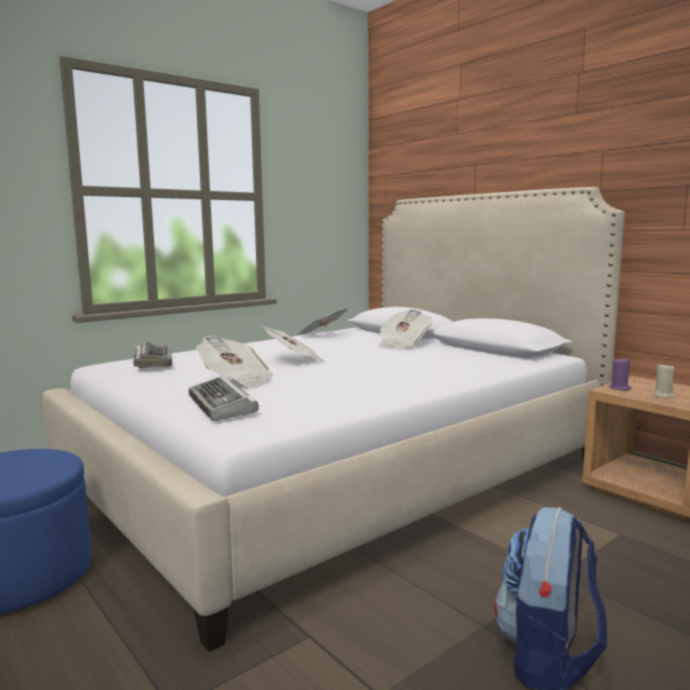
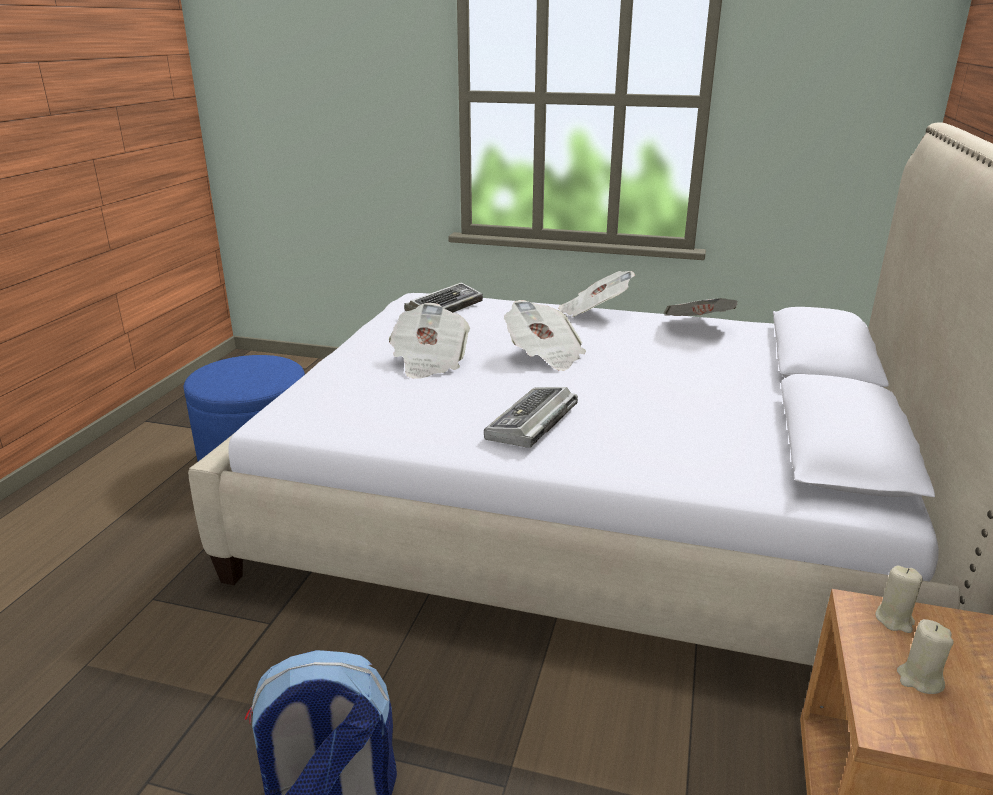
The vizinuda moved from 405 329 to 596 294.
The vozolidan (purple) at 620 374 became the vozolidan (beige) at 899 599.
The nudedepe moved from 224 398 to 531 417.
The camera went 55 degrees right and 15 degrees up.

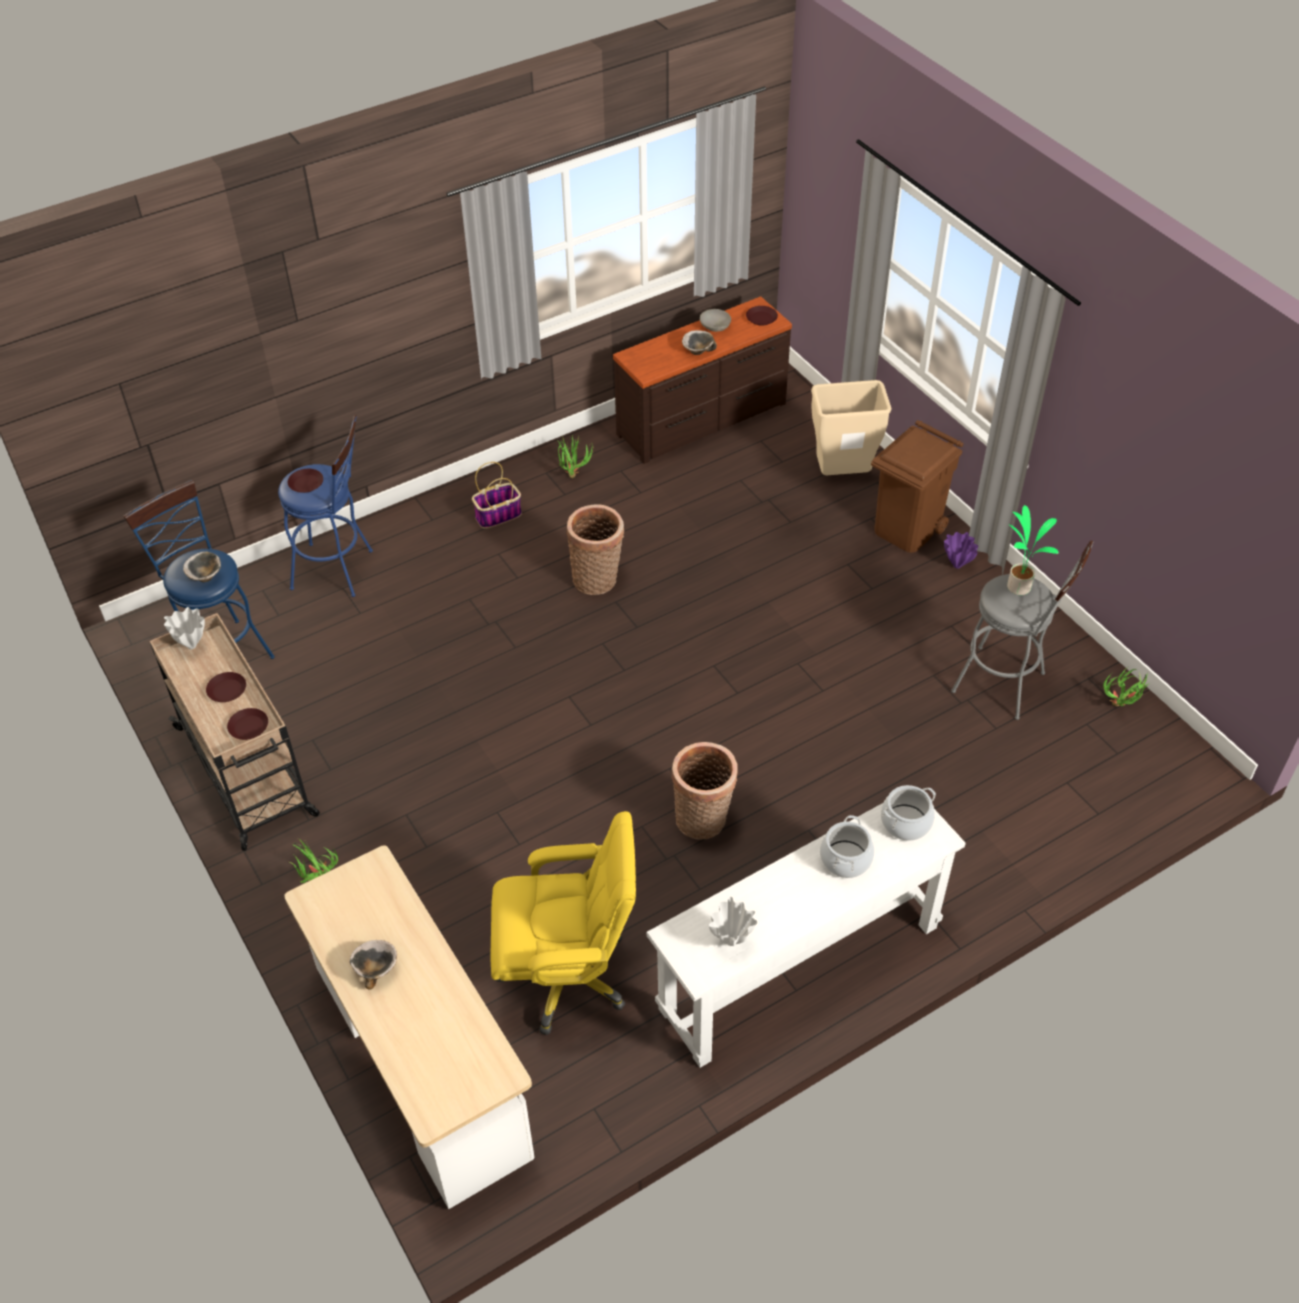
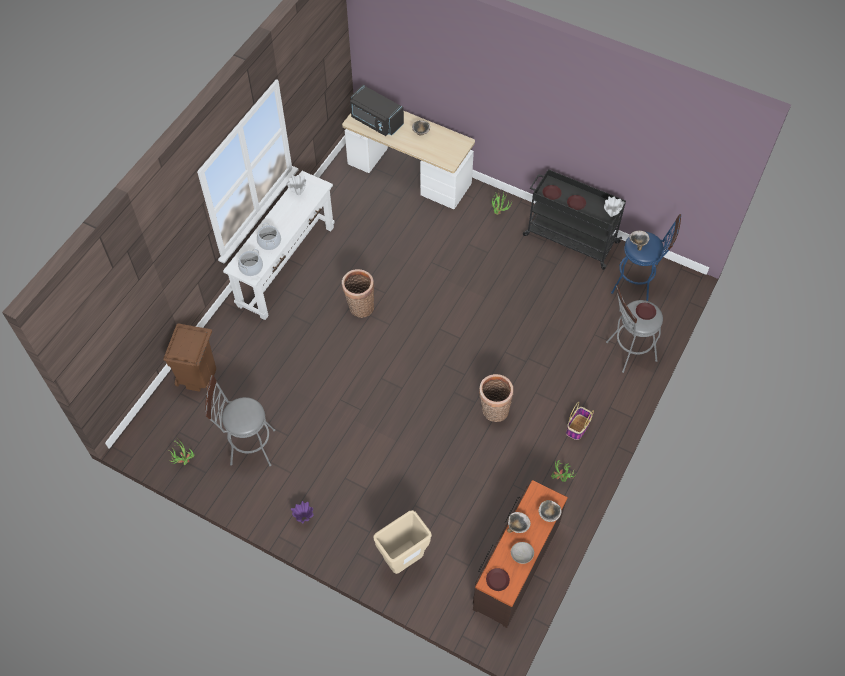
The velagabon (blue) at 325 506 became the velagabon (grey) at 634 329.
The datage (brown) moved from 917 486 to 189 358.
The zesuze at 1033 550 disappeared.
The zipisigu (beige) at 234 732 became the zipisigu (black) at 574 219.
The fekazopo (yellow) at 563 923 disappeared.
The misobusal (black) at 377 110 appeared.
The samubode at 549 511 appeared.
The camera went 150 degrees right and 10 degrees up.

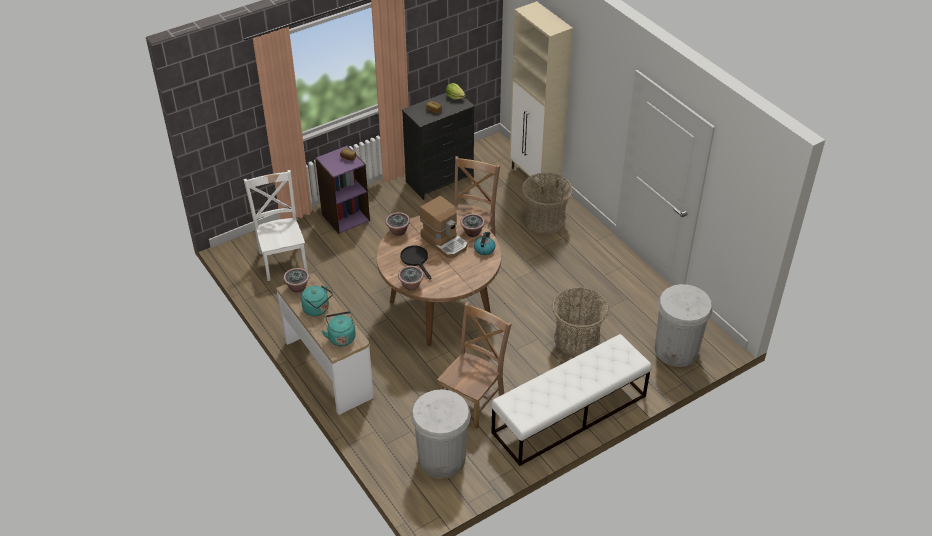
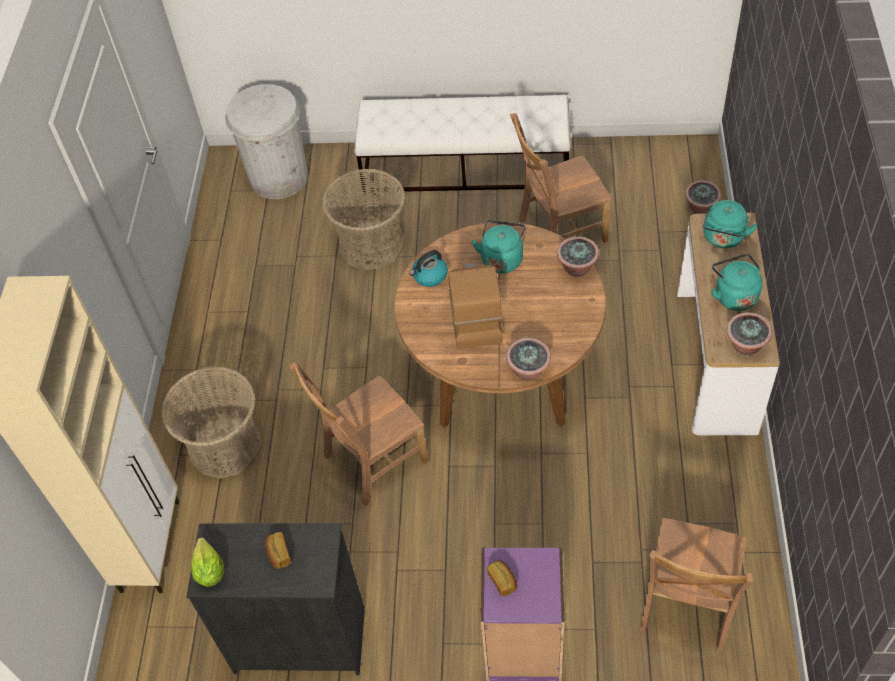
The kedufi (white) at 275 225 became the kedufi (brown) at 696 584.
The zesuze moved from 472 225 to 703 197.
The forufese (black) at 416 263 disappeared.
The datage (white) at 441 433 disappeared.
The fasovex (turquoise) at 498 246 appeared.
The camera went 140 degrees left and 10 degrees up.

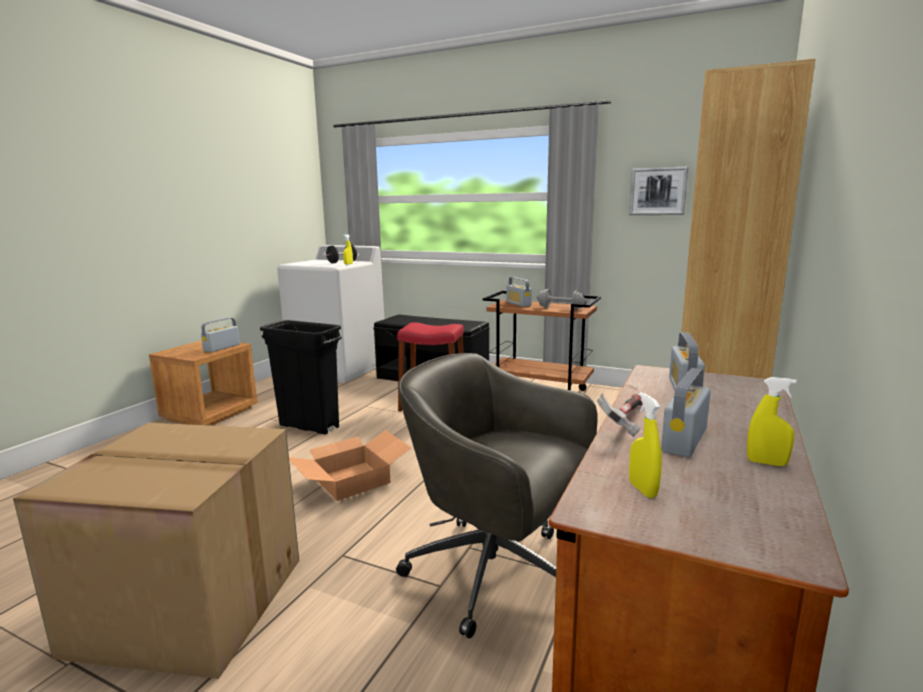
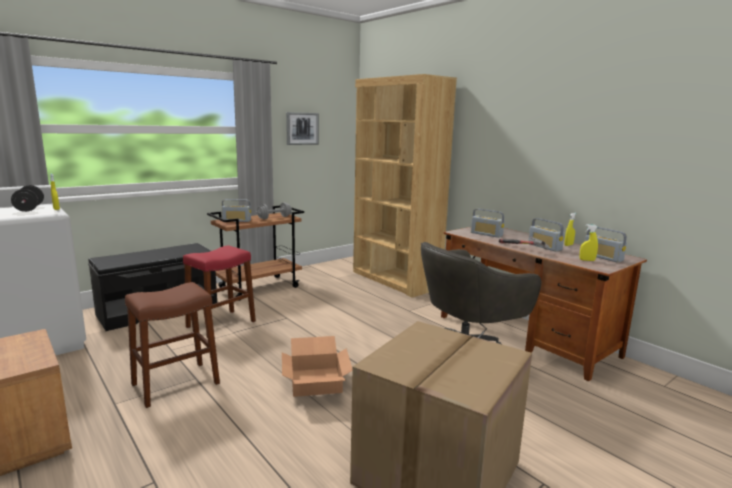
The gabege moved from 220 335 to 606 245.
The datage (black) at 301 377 was replaced by the velagabon (brown) at 172 345.
The camera went 65 degrees left and 0 degrees up.

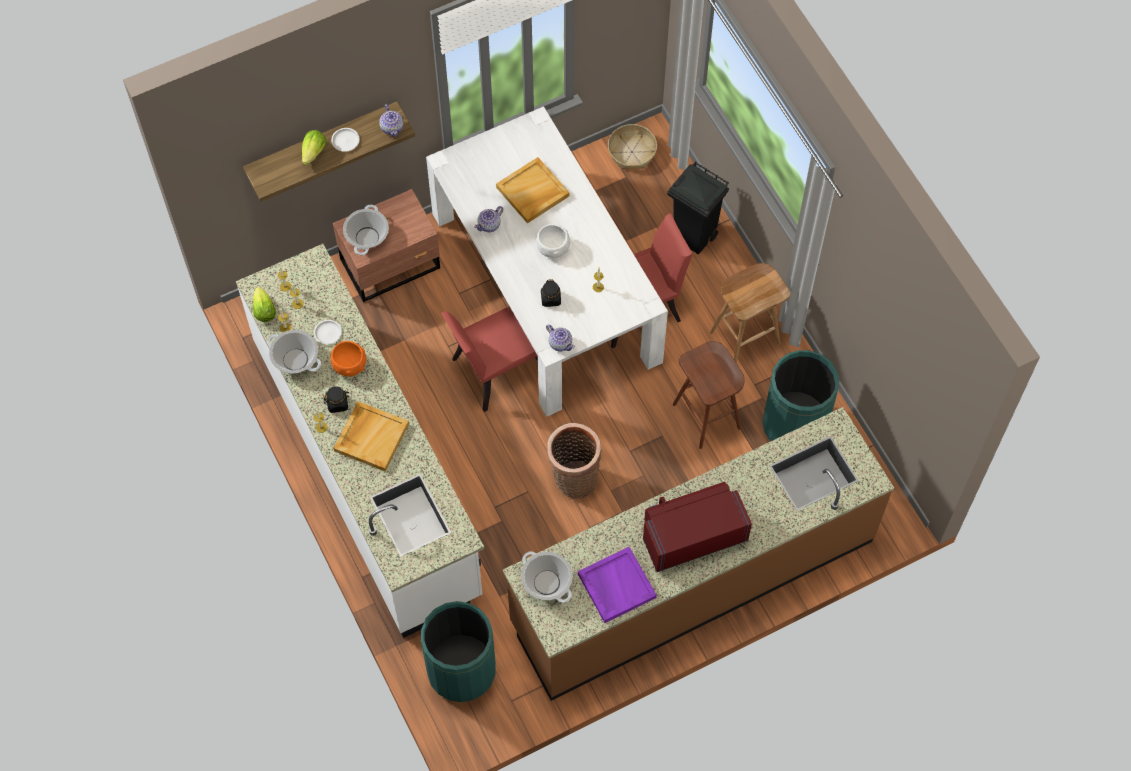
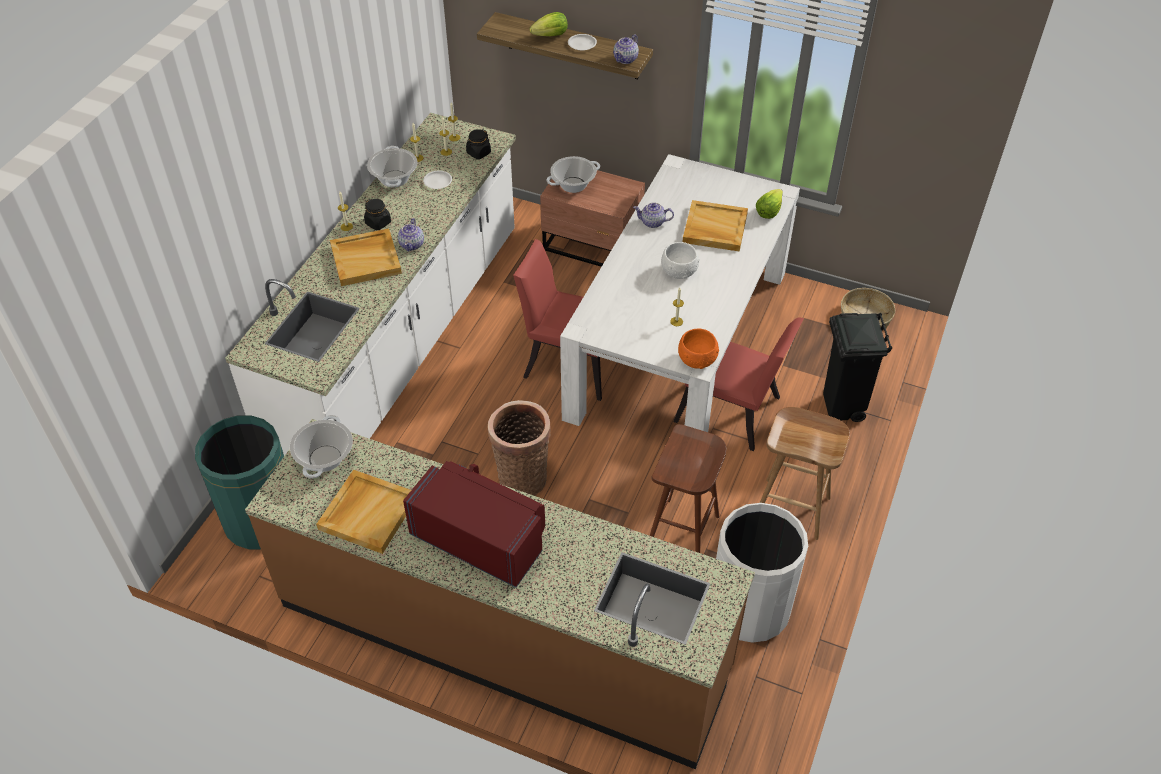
The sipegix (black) moved from 551 293 to 478 144.
The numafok moved from 264 304 to 769 204.
The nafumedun moved from 560 338 to 411 235.
The samubode (orange) moved from 348 359 to 698 349.
The datage (green) at 801 395 became the datage (white) at 762 573.
The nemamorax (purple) at 617 585 became the nemamorax (beige) at 363 512.
The camera went 50 degrees right and 15 degrees down.

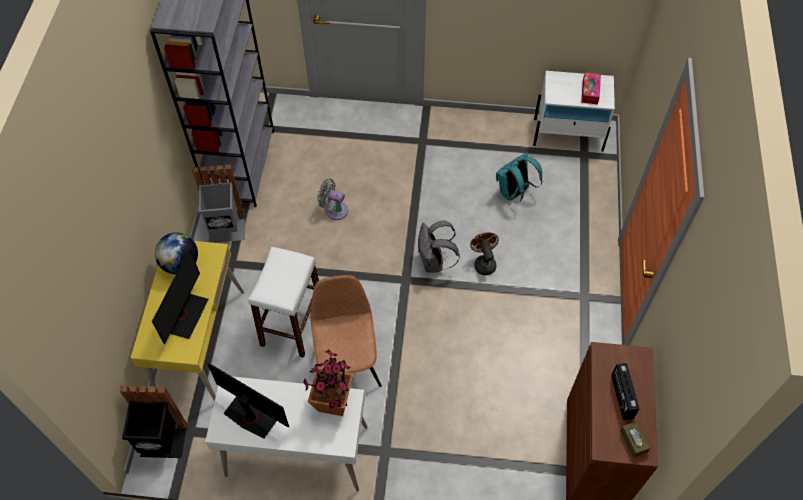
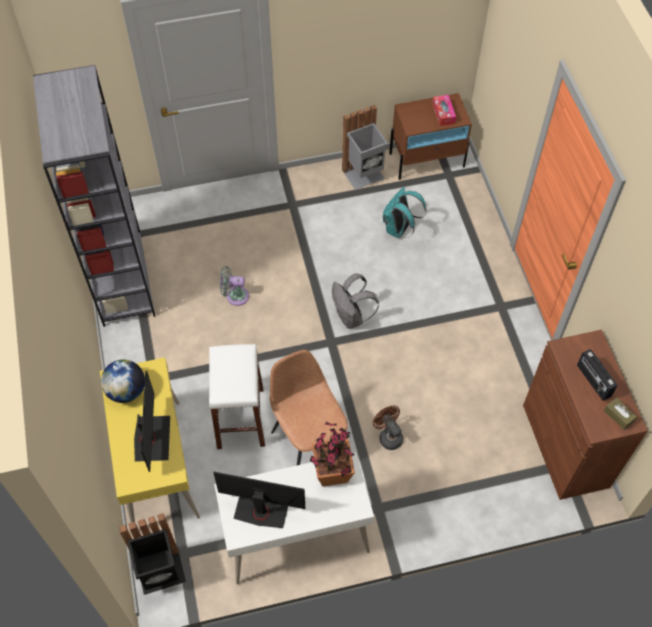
The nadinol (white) at 574 111 became the nadinol (brown) at 430 136.
The datage (grey) moved from 218 203 to 365 147.
The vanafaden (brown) moved from 484 253 to 388 428.
The camera went 20 degrees left and 0 degrees up.

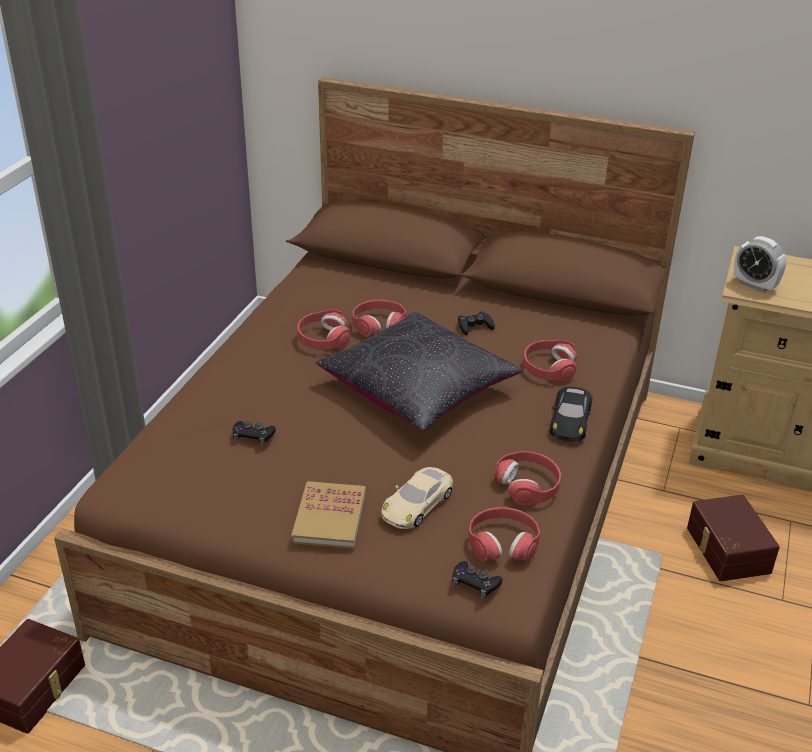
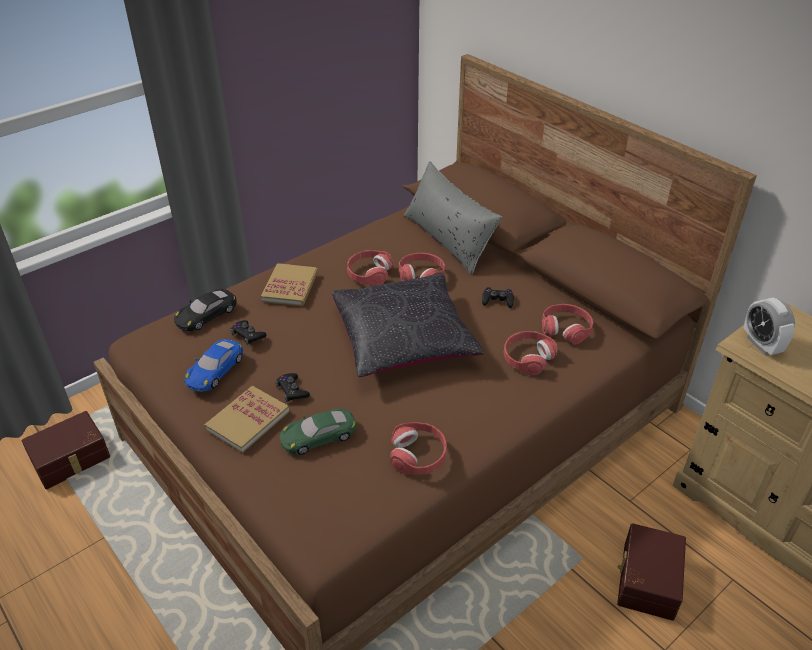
The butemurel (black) moved from 571 414 to 205 310.
The butemurel (beige) at 417 498 became the butemurel (green) at 318 431.
The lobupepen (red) moved from 504 534 to 567 324.
The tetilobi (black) moved from 477 580 to 292 387.
The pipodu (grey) at 453 218 appeared.
The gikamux at 289 284 appeared.
The butemurel (blue) at 213 365 appeared.
The camera went 30 degrees right and 5 degrees up.

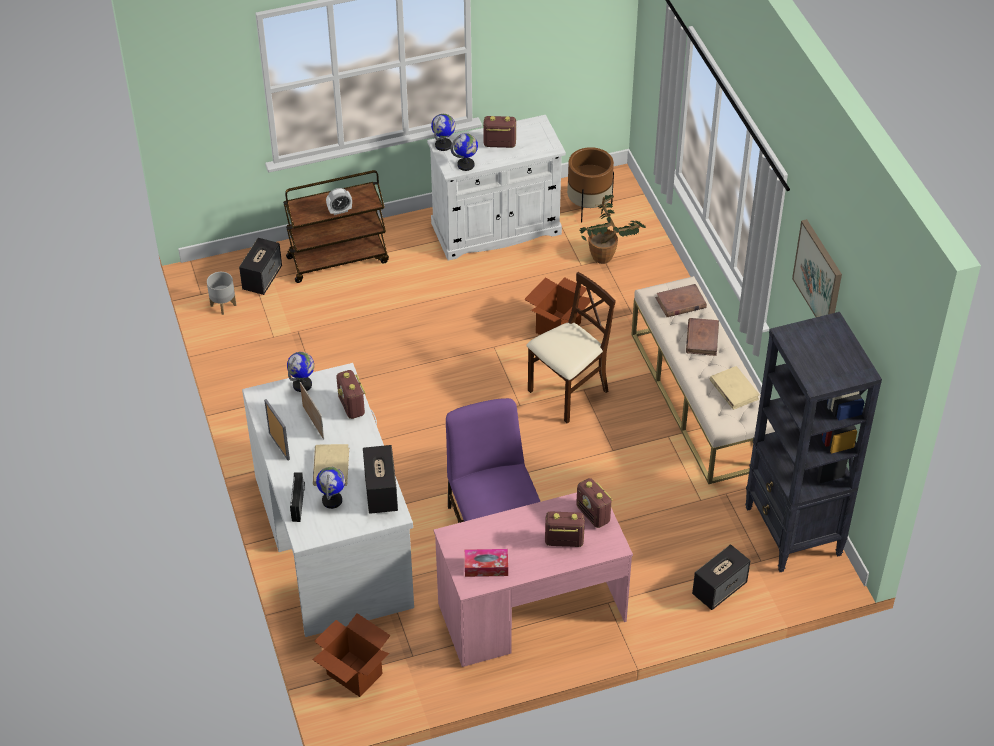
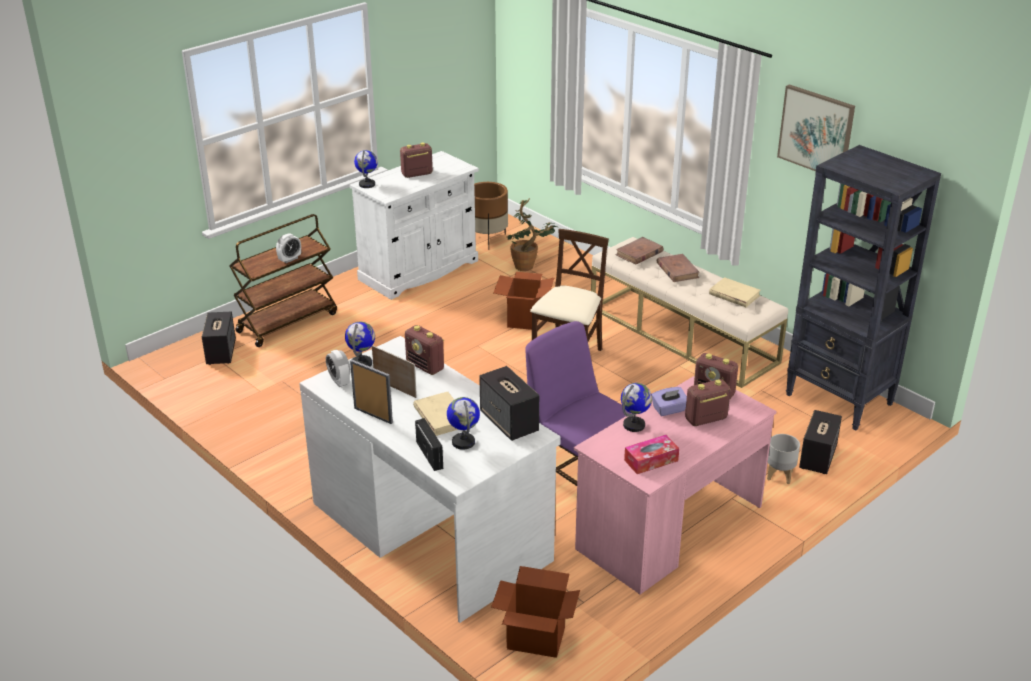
The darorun moved from 464 152 to 636 407.
The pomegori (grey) moved from 221 293 to 783 459.
The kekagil at 338 368 appeared.
The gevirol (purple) at 669 401 appeared.
The camera went 25 degrees left and 15 degrees down.

